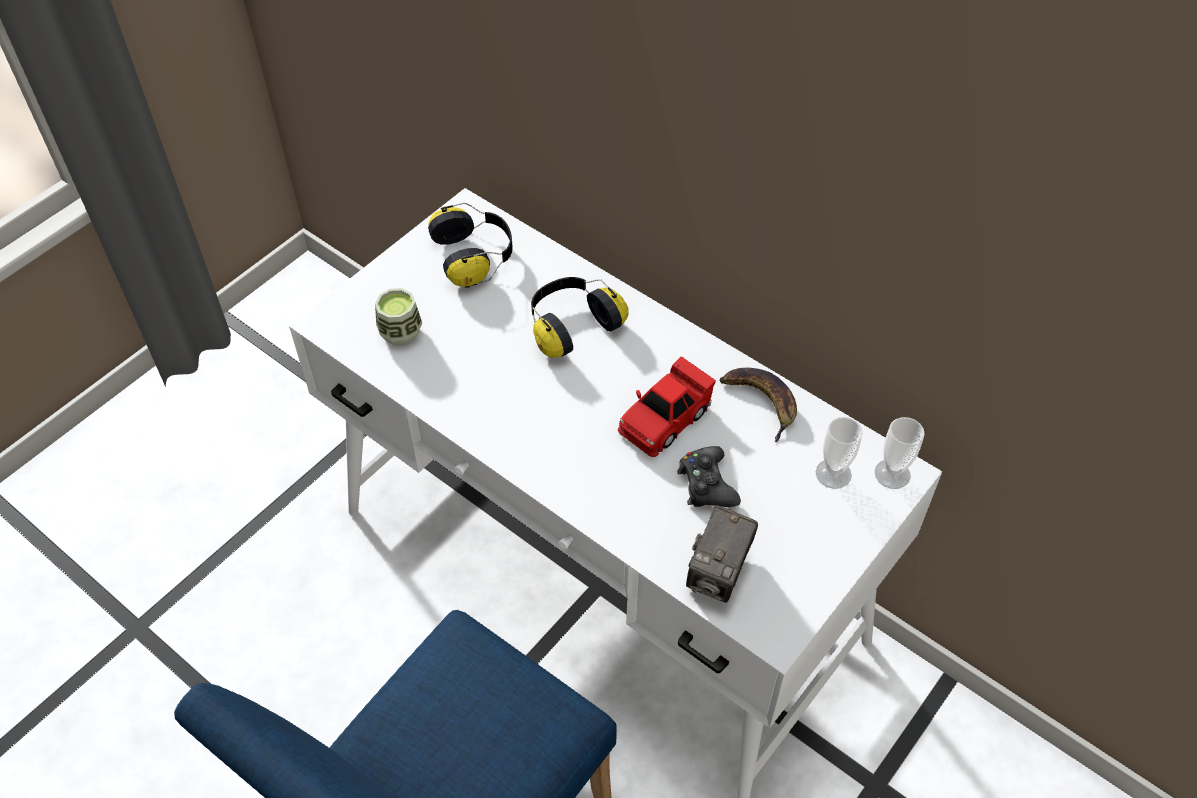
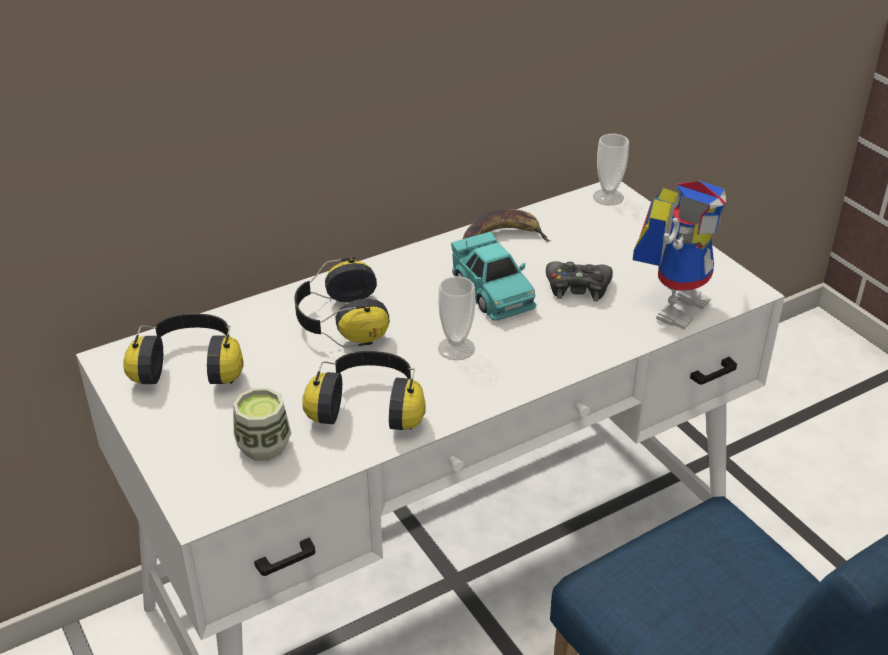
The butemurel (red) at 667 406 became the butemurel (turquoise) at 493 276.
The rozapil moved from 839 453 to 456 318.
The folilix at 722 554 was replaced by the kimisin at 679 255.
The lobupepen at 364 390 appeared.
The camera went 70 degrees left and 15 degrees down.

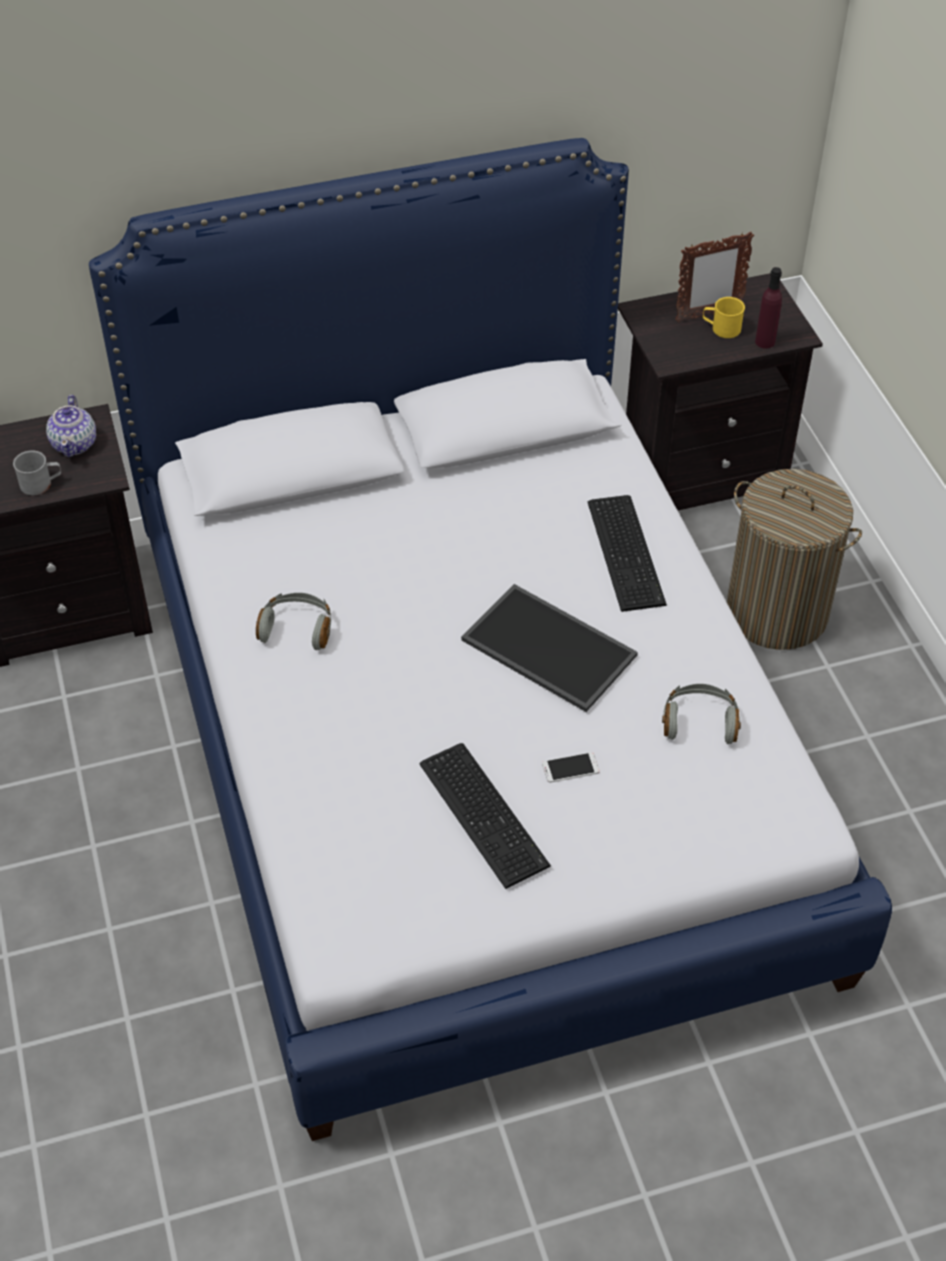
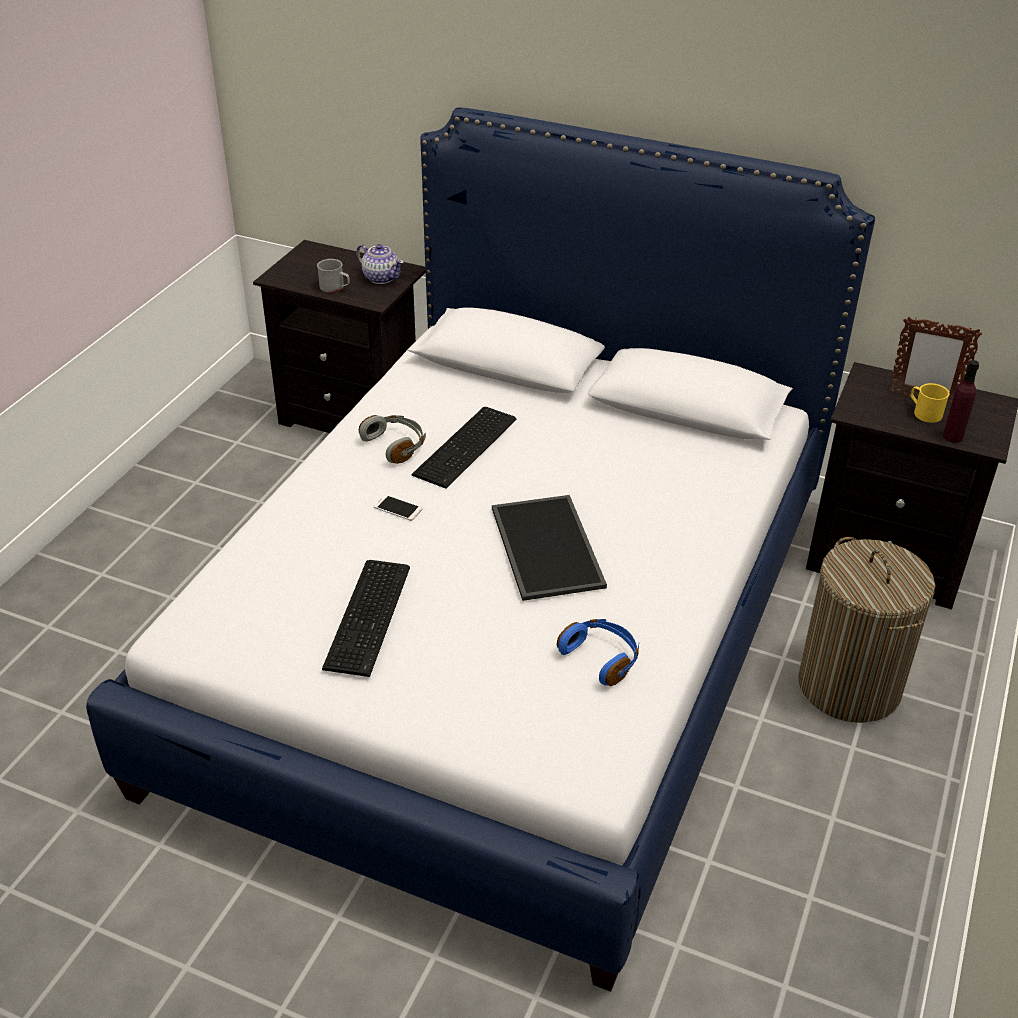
The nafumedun at 71 426 turned 90 degrees counterclockwise.
The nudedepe moved from 627 553 to 463 448.
The lobupepen (grey) at 701 714 became the lobupepen (blue) at 598 652.
The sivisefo moved from 571 767 to 398 508.
The camera went 40 degrees right and 10 degrees down.

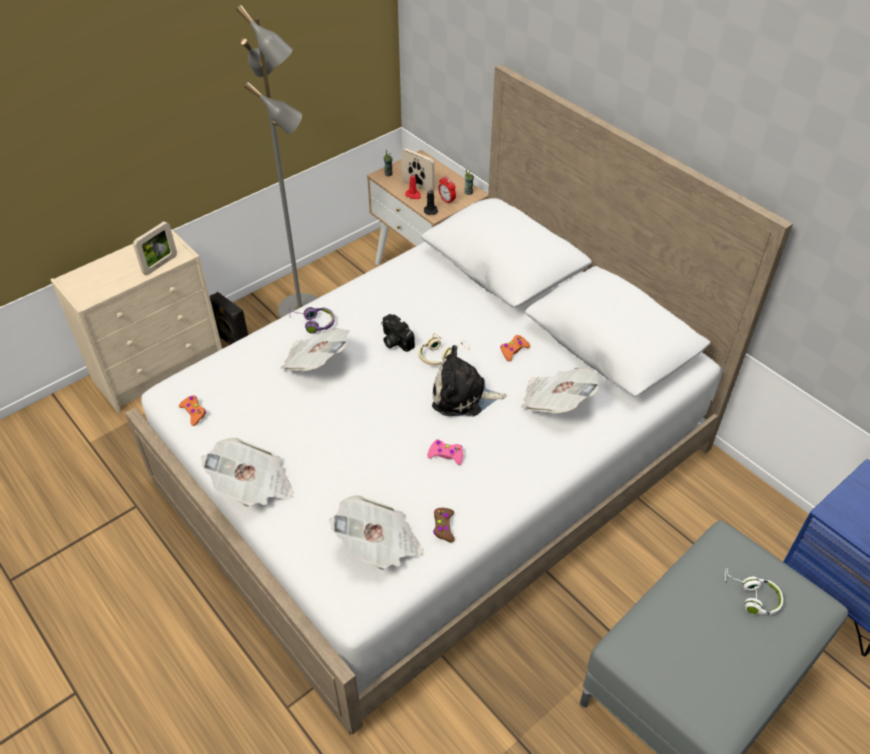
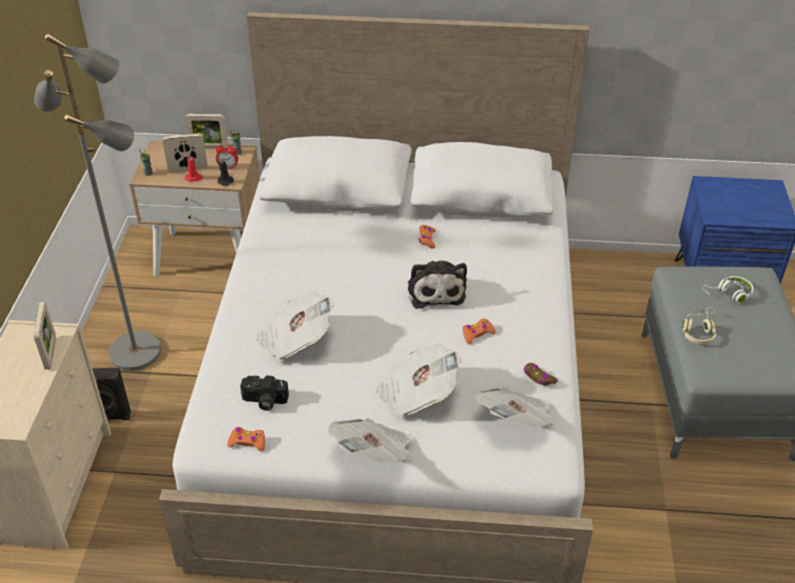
The lobupepen (purple) at 311 320 disappeared.
The folilix moved from 398 333 to 264 393.
The lobupepen (beige) moved from 444 349 to 699 325.
The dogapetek at 469 380 turned 60 degrees counterclockwise.
The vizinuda moved from 560 390 to 419 380.
The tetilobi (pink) at 445 452 became the tetilobi (orange) at 479 331.
The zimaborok at 206 131 appeared.
The camera went 45 degrees left and 5 degrees down.

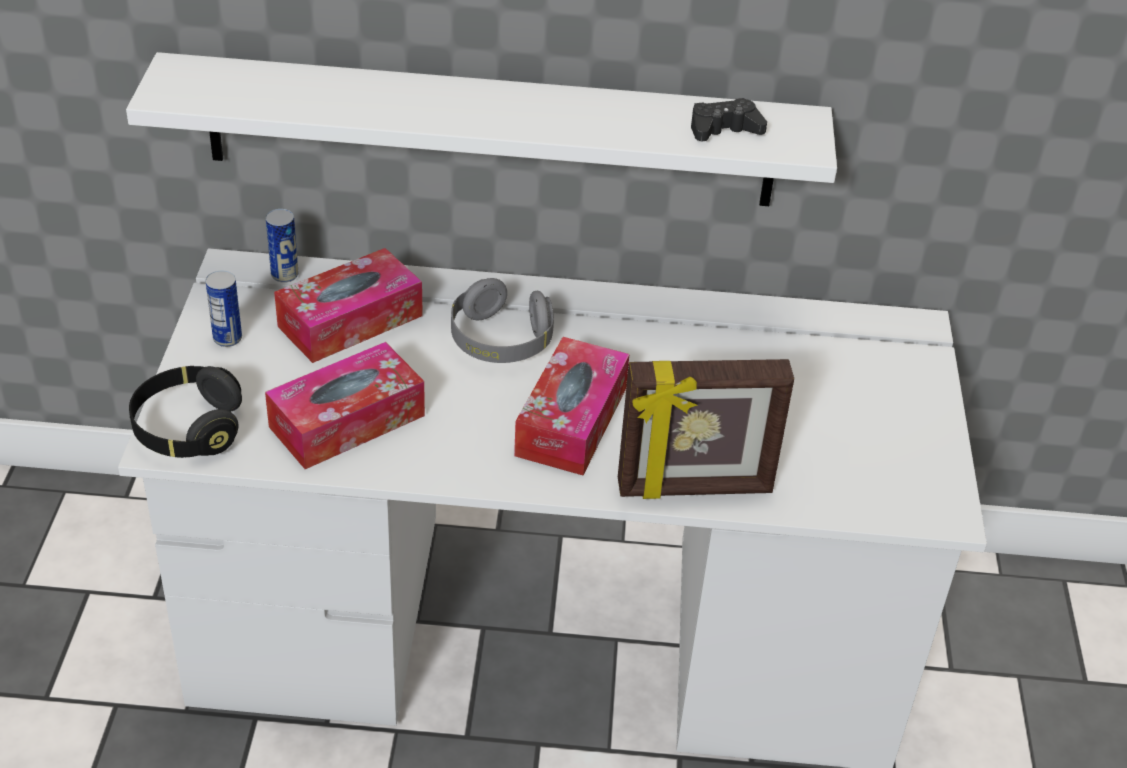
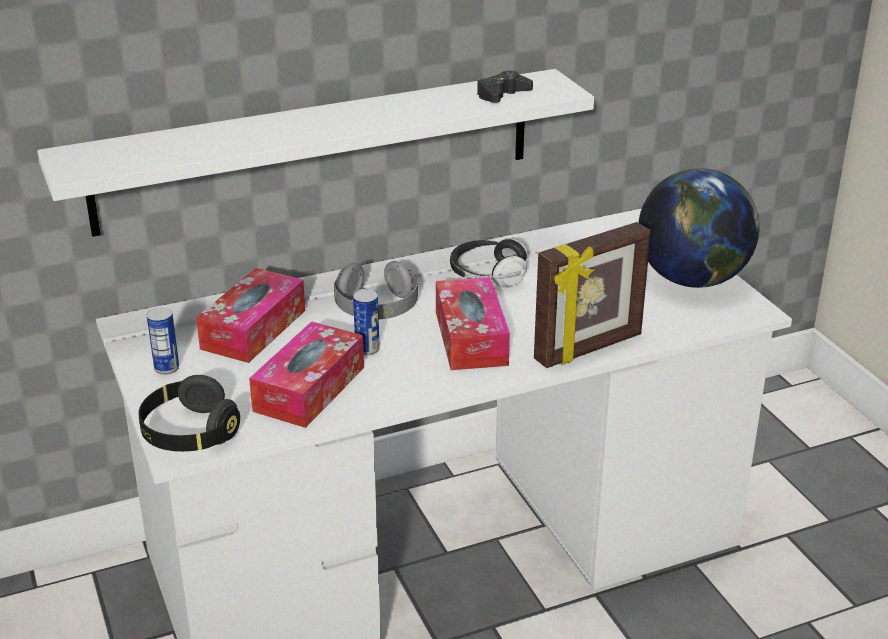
The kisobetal moved from 282 246 to 366 322.
The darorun at 699 228 appeared.
The lobupepen at 489 262 appeared.
The camera went 25 degrees left and 10 degrees down.

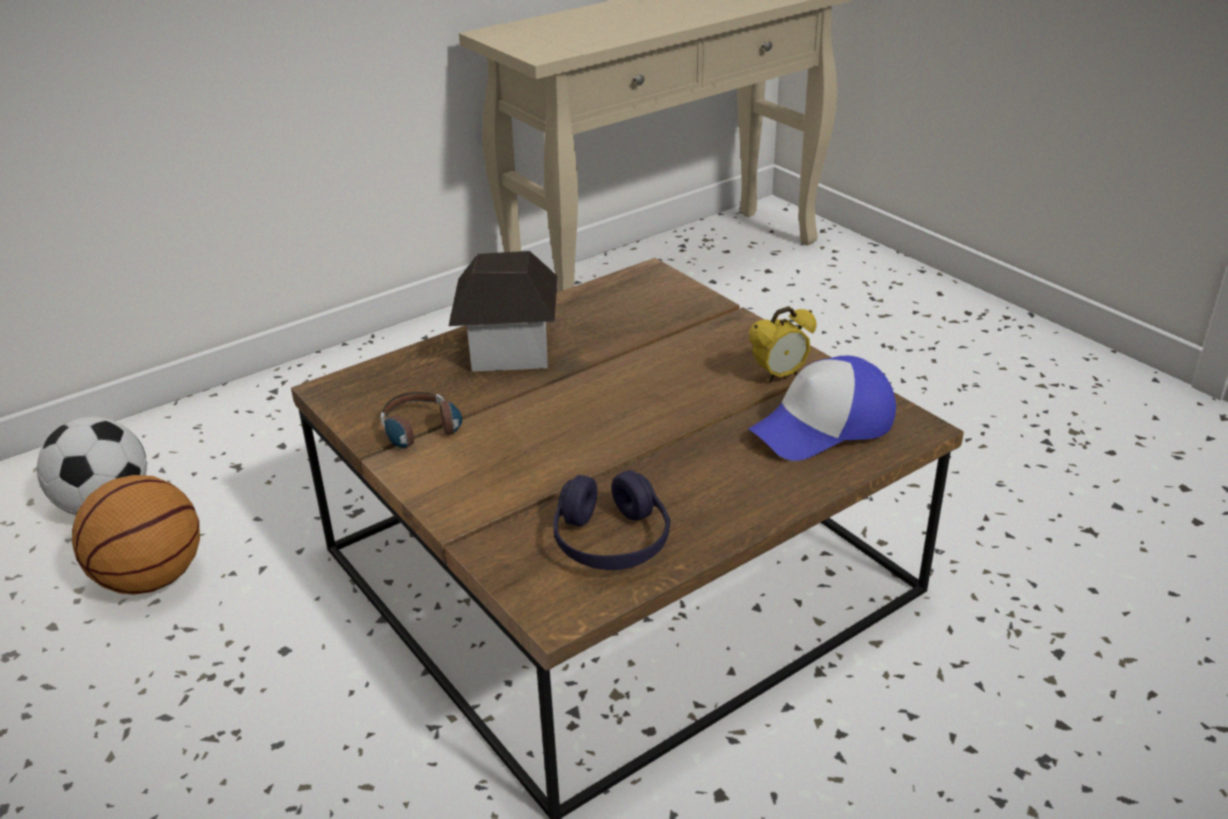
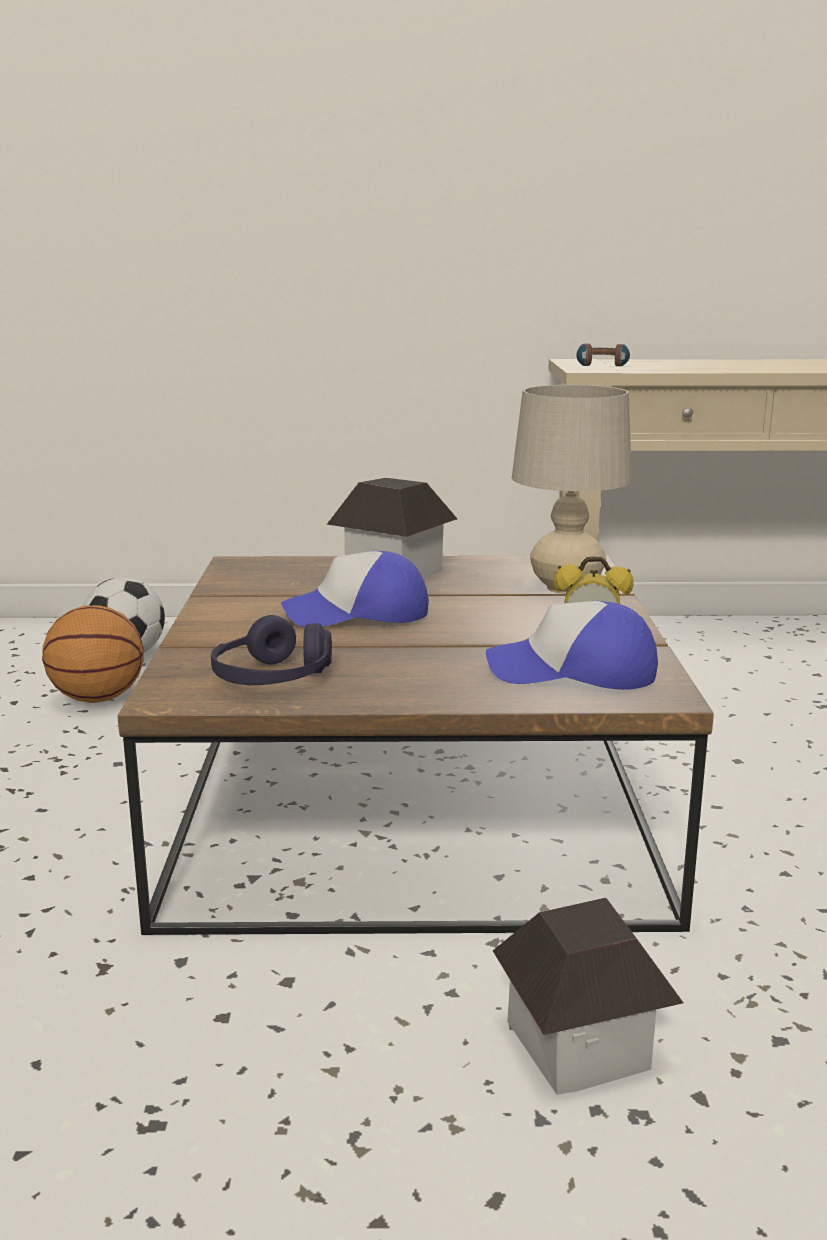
The lobupepen moved from 421 425 to 603 355.
The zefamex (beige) at 572 489 appeared.
The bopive at 355 589 appeared.
The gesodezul at 588 996 appeared.
The camera went 35 degrees right and 15 degrees down.

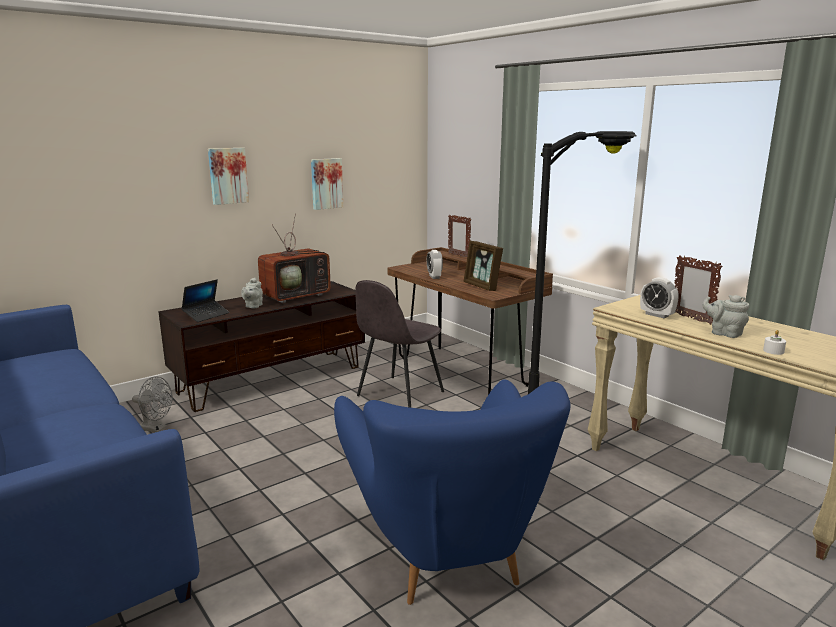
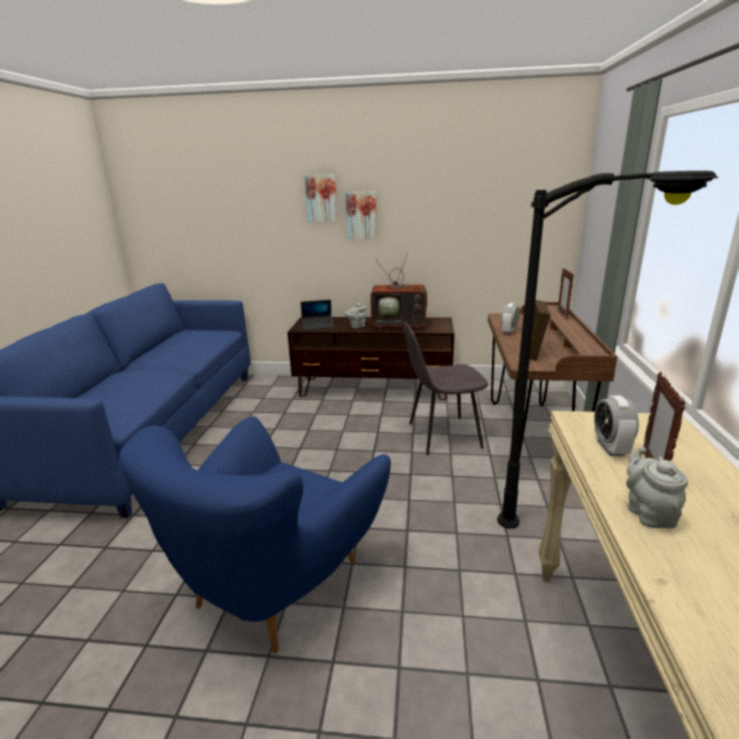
The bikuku moved from 327 184 to 321 198.
The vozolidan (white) at 774 342 disappeared.
The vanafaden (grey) at 152 404 disappeared.
The camera went 45 degrees right and 5 degrees up.

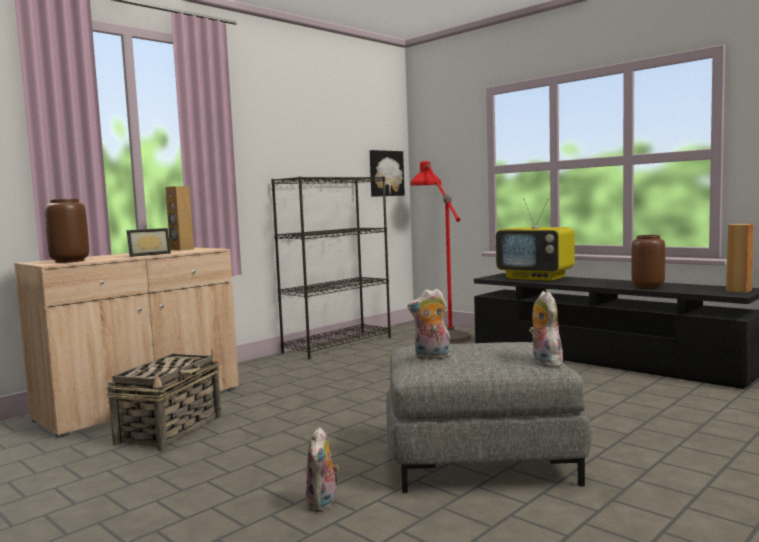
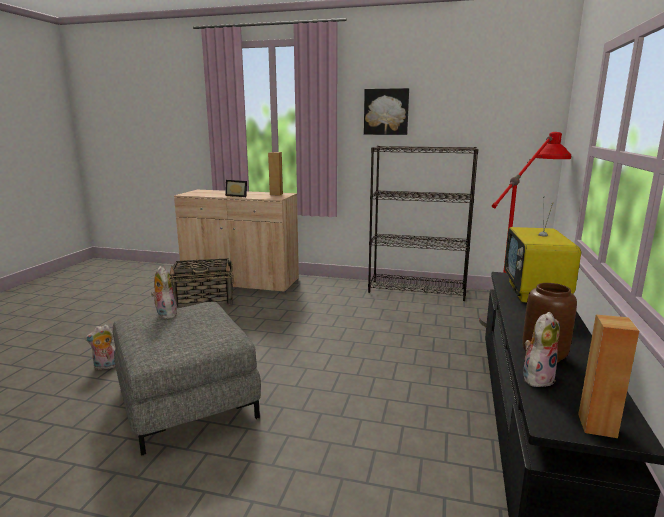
The bikuku moved from 387 173 to 386 111.
The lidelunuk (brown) at 67 231 disappeared.
The dogapetek moved from 546 329 to 541 349.
The camera went 60 degrees right and 10 degrees up.

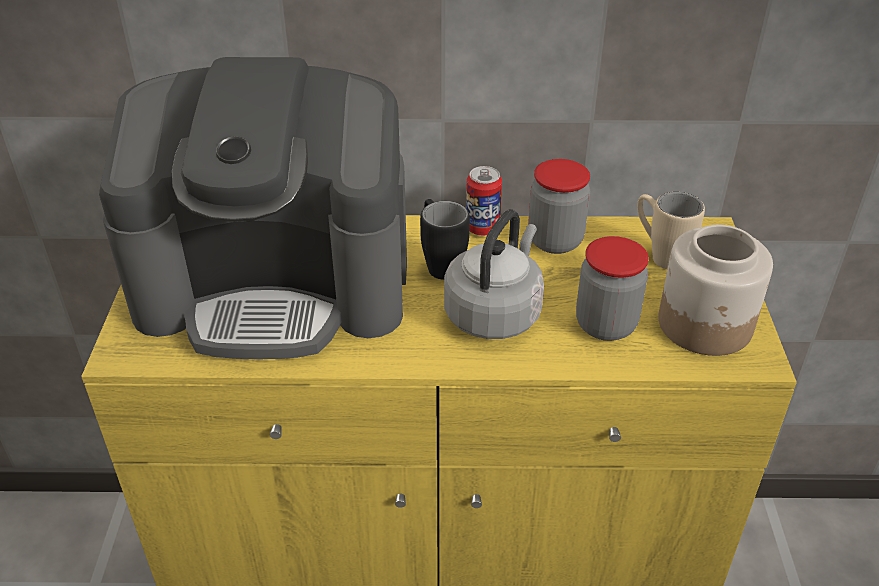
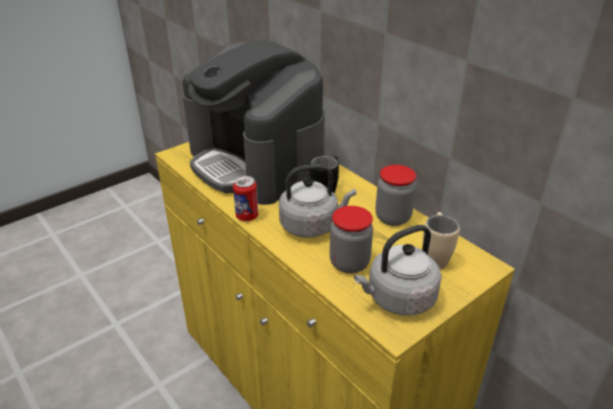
The kisobetal moved from 484 201 to 245 198.
The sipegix at 715 290 was replaced by the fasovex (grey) at 398 270.
The camera went 50 degrees right and 5 degrees down.

